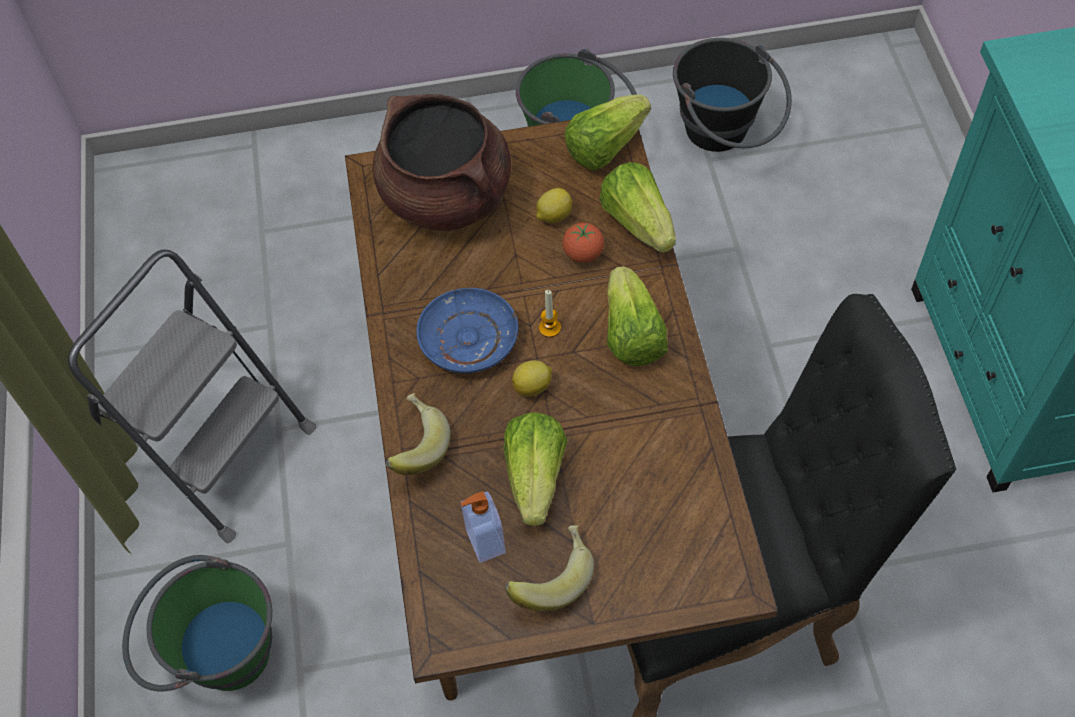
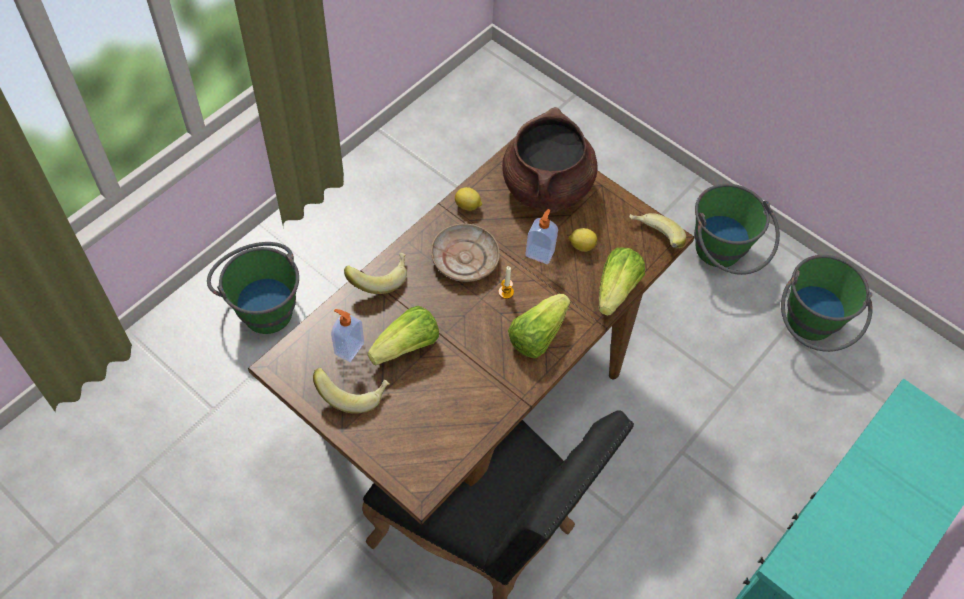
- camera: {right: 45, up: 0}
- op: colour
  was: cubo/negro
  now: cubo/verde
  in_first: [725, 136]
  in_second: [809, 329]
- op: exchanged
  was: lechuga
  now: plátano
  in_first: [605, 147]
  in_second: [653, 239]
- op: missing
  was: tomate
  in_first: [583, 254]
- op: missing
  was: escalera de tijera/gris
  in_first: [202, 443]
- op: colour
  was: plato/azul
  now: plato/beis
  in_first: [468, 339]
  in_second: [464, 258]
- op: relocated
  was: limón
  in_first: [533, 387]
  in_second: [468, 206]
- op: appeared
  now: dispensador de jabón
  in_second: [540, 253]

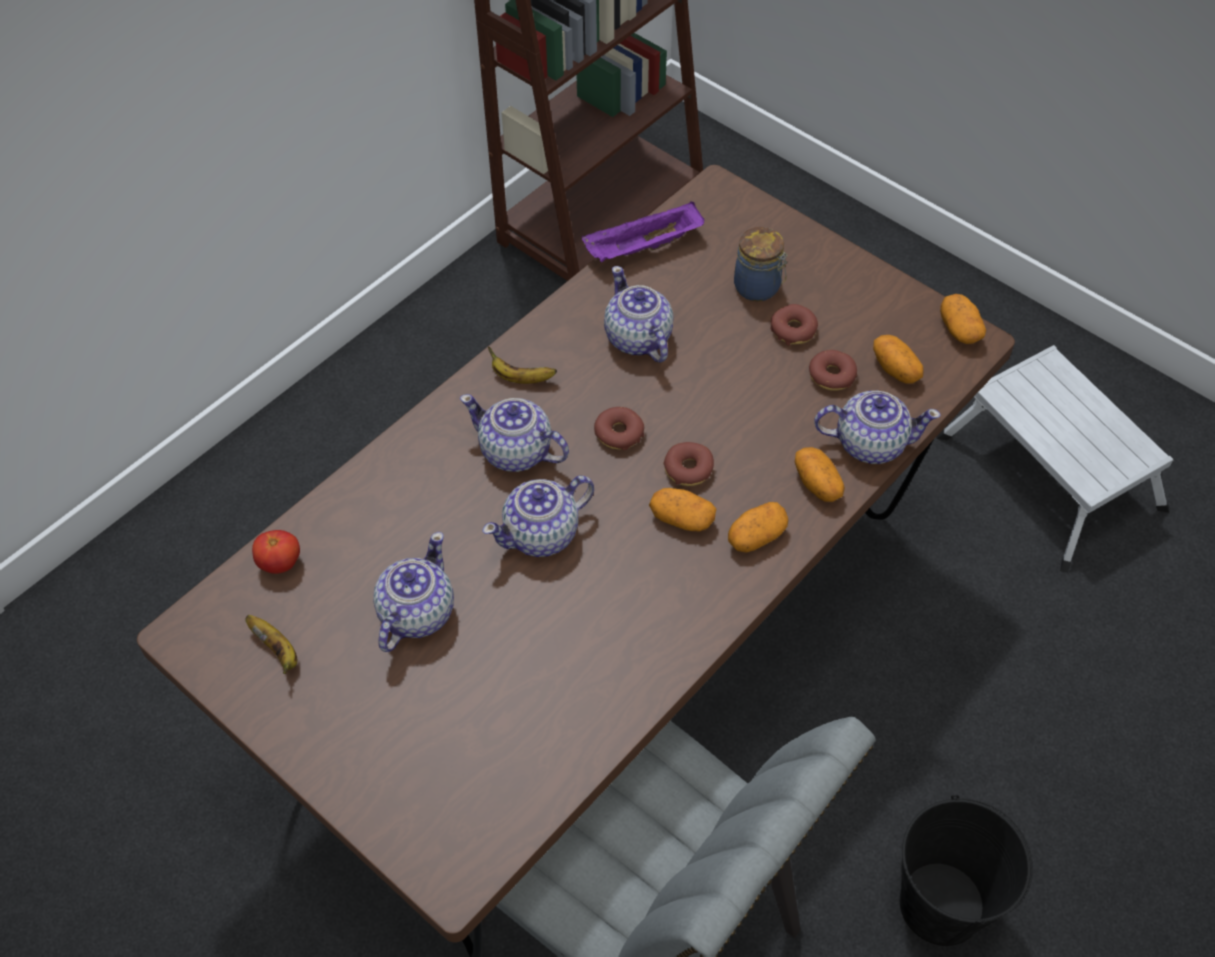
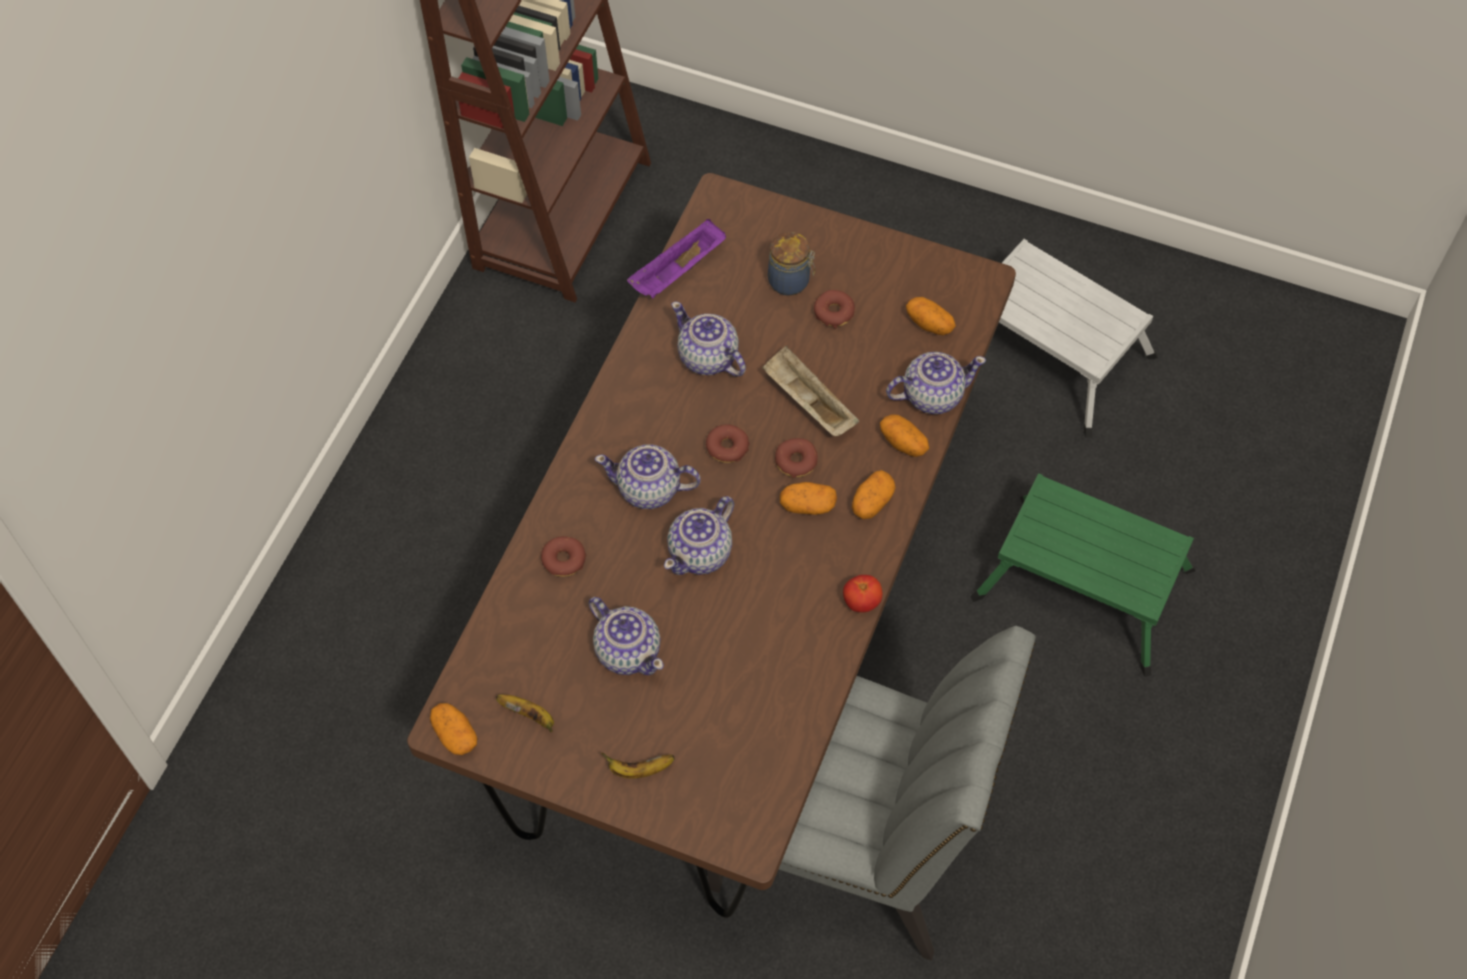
- camera: {right: -20, up: 5}
- op: relocated
  was: patata
  in_first: [959, 329]
  in_second: [455, 735]
- op: relocated
  was: plátano
  in_first: [521, 378]
  in_second: [639, 770]
- op: relocated
  was: rosquilla
  in_first: [831, 376]
  in_second: [563, 560]
- op: relocated
  was: tomate
  in_first: [280, 563]
  in_second: [861, 602]
- op: spun
  was: tetera
  in_first: [415, 613]
  in_second: [628, 650]
  clockwise: 135
- op: missing
  was: cubo/negro
  in_first: [940, 905]
- op: appeared
  now: bandeja/beis
  in_second: [807, 403]
- op: appeared
  now: escalera de tijera/verde
  in_second: [1084, 584]

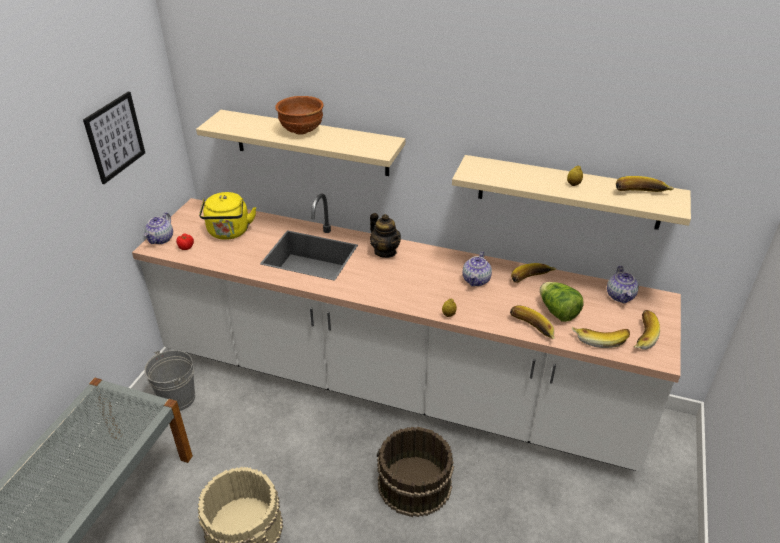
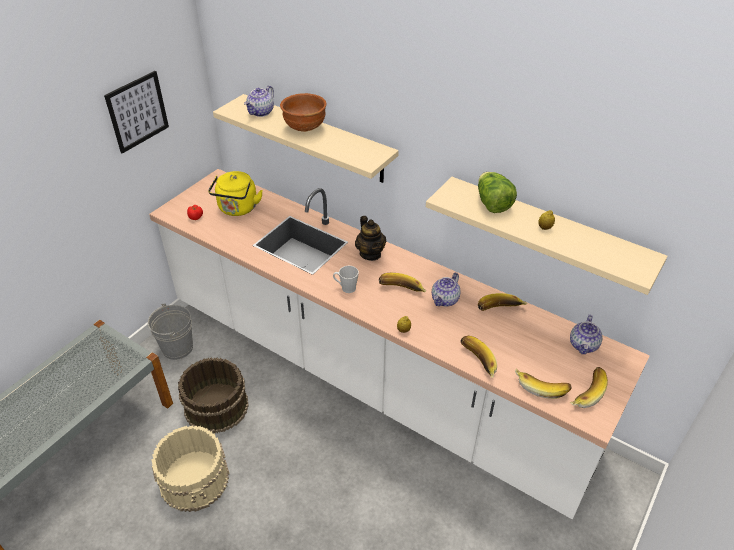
- camera: {right: 15, up: 5}
- op: relocated
  was: plátano
  in_first: [641, 195]
  in_second: [401, 290]
- op: relocated
  was: tetera
  in_first: [161, 239]
  in_second: [261, 112]
- op: relocated
  was: lechuga
  in_first: [557, 312]
  in_second: [492, 204]
- op: relocated
  was: cubo/marrón
  in_first: [414, 485]
  in_second: [215, 407]
- op: appeared
  now: taza grande/gris
  in_second: [346, 288]

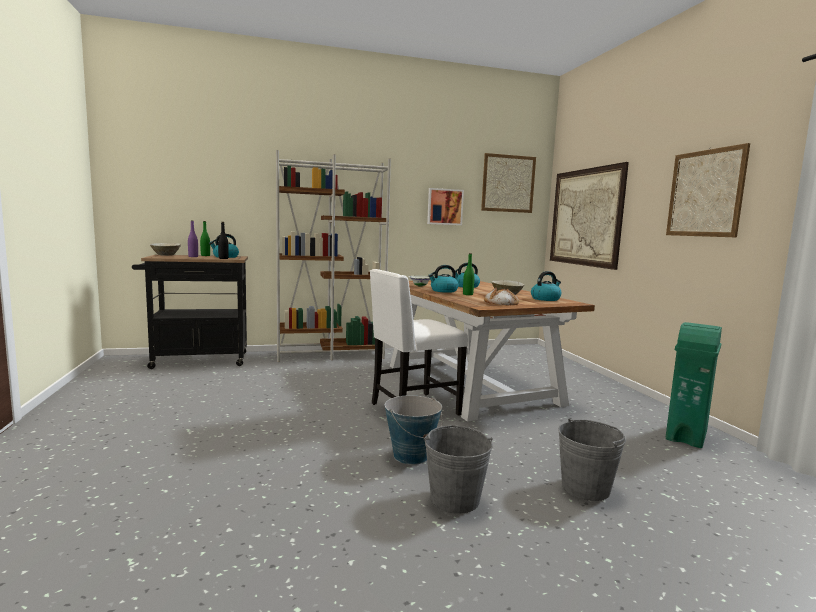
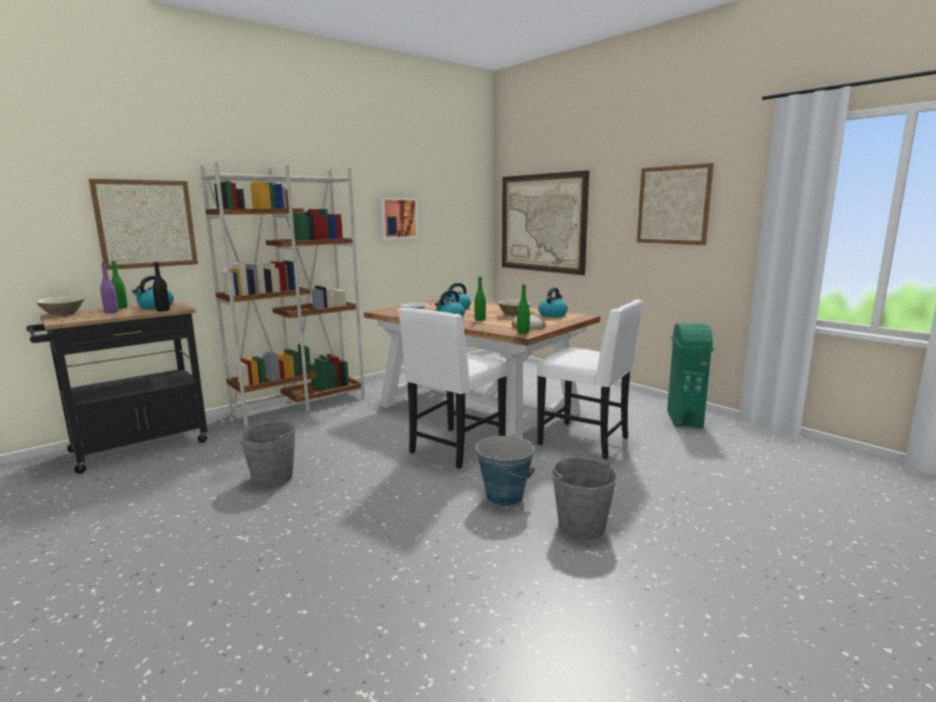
- camera: {right: -25, up: 5}
- op: relocated
  was: cuadro
  in_first: [508, 183]
  in_second: [146, 223]
- op: relocated
  was: cubo/gris
  in_first: [585, 488]
  in_second: [273, 478]
- op: appeared
  now: botella/verde
  in_second: [523, 332]
- op: appeared
  now: silla/blanco
  in_second: [586, 441]

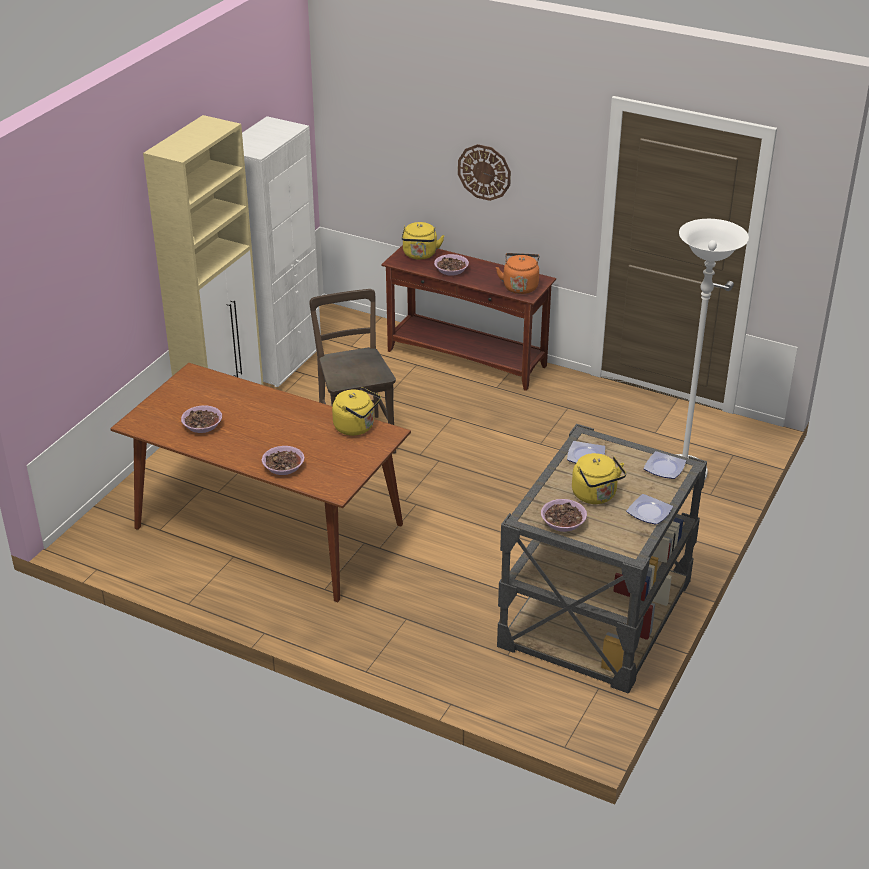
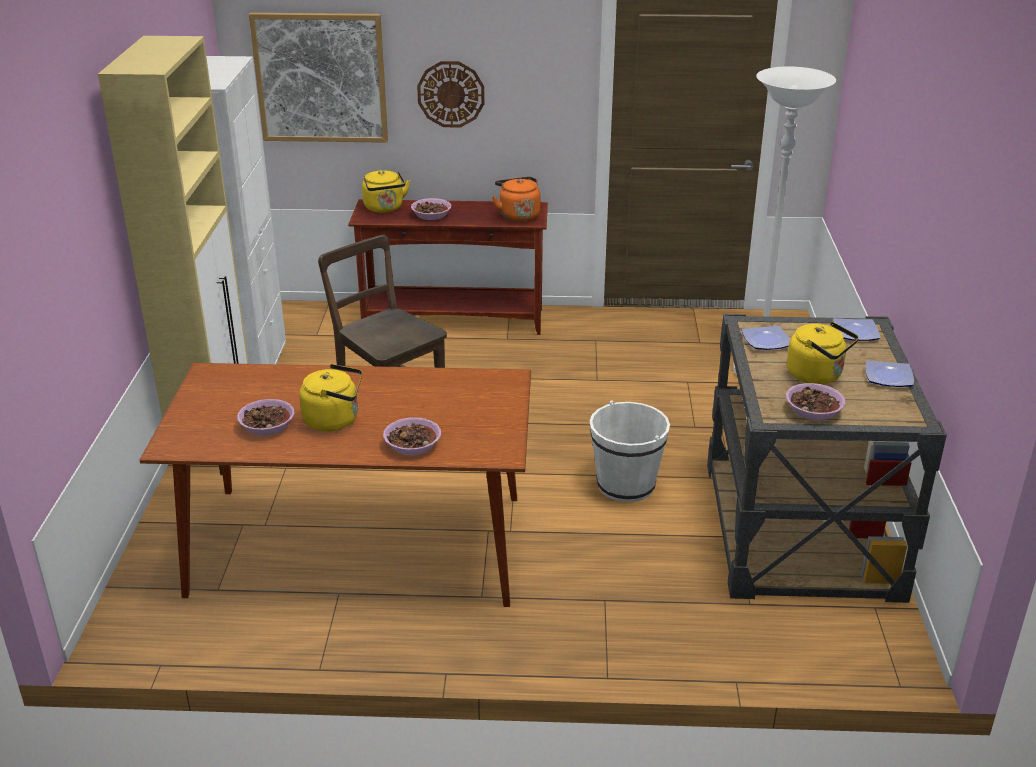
- camera: {right: -25, up: -5}
- op: relocated
  was: hervidor/amarillo
  in_first: [356, 427]
  in_second: [335, 420]
- op: appeared
  now: cuadro
  in_second: [321, 78]
- op: appeared
  now: cubo/blanco
  in_second: [626, 485]

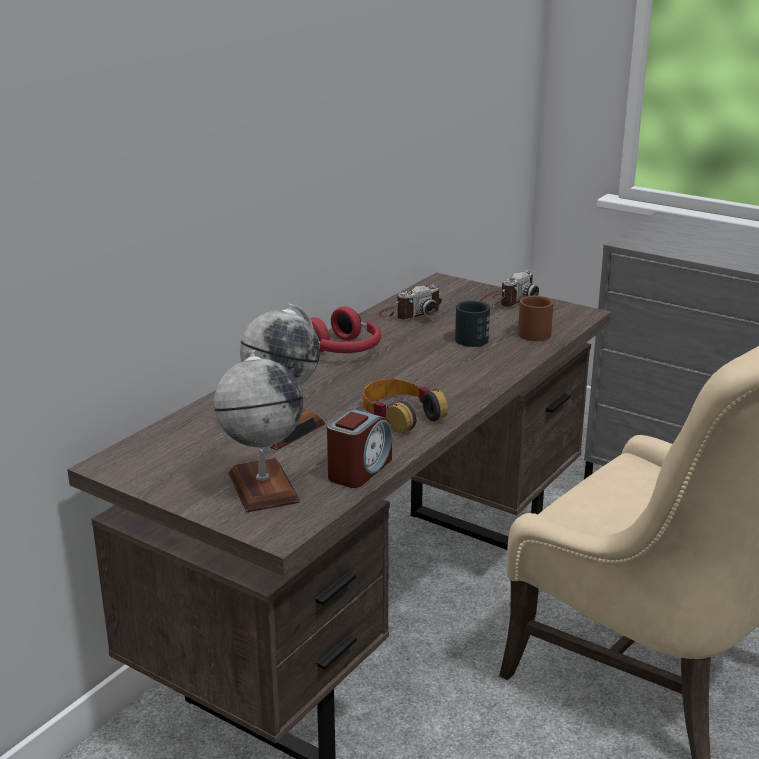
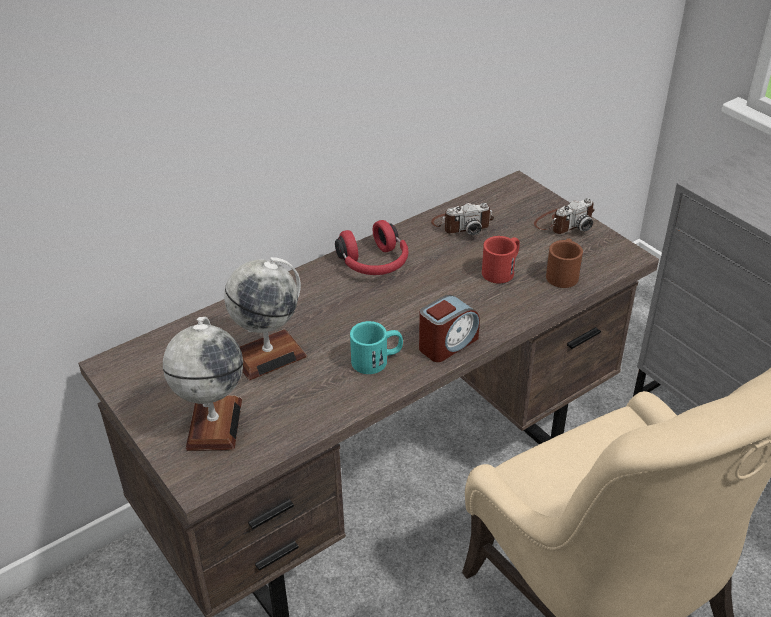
- camera: {right: 20, up: 15}
- op: colour
  was: taza grande/negro
  now: taza grande/rojo
  in_first: [474, 337]
  in_second: [502, 270]
- op: exchanged
  was: auriculares
  now: taza grande/turquesa
  in_first: [400, 414]
  in_second: [377, 360]
- op: relocated
  was: despertador
  in_first: [359, 470]
  in_second: [447, 344]

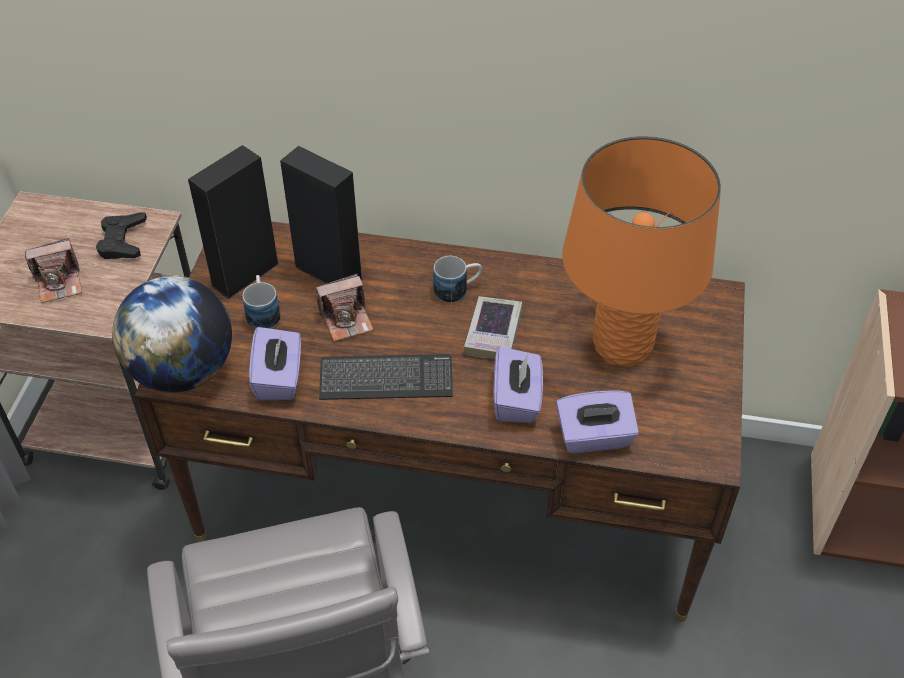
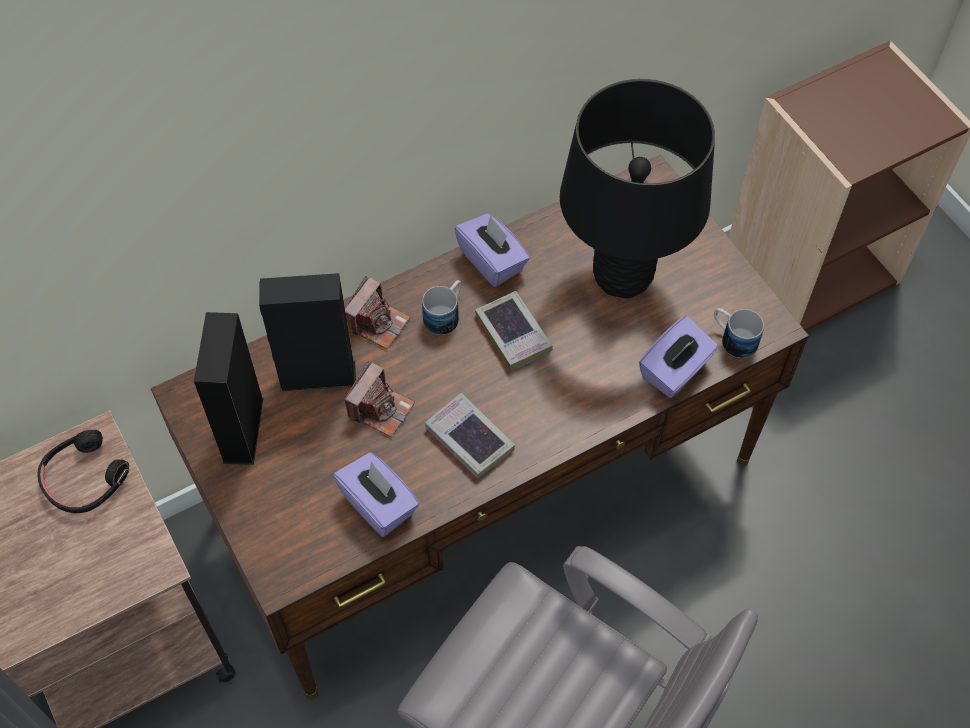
- camera: {right: -40, up: 10}
- op: colour
  was: lámpara de mesa/naranja
  now: lámpara de mesa/negro
  in_first: [621, 345]
  in_second: [622, 276]
- op: exchanged
  was: mando de consola/negro
  now: auriculares/negro
  in_first: [122, 241]
  in_second: [85, 479]
- op: relocated
  was: cámara
  in_first: [59, 283]
  in_second: [377, 323]
- op: relocated
  was: taza grande
  in_first: [263, 312]
  in_second: [732, 339]
- op: missing
  was: globo terráqueo
  in_first: [183, 370]
- op: relocated
  was: caja de pañuelos/morado
  in_first: [517, 400]
  in_second: [492, 261]
- op: exchanged
  was: teclado
  now: libro
  in_first: [386, 379]
  in_second: [469, 439]

